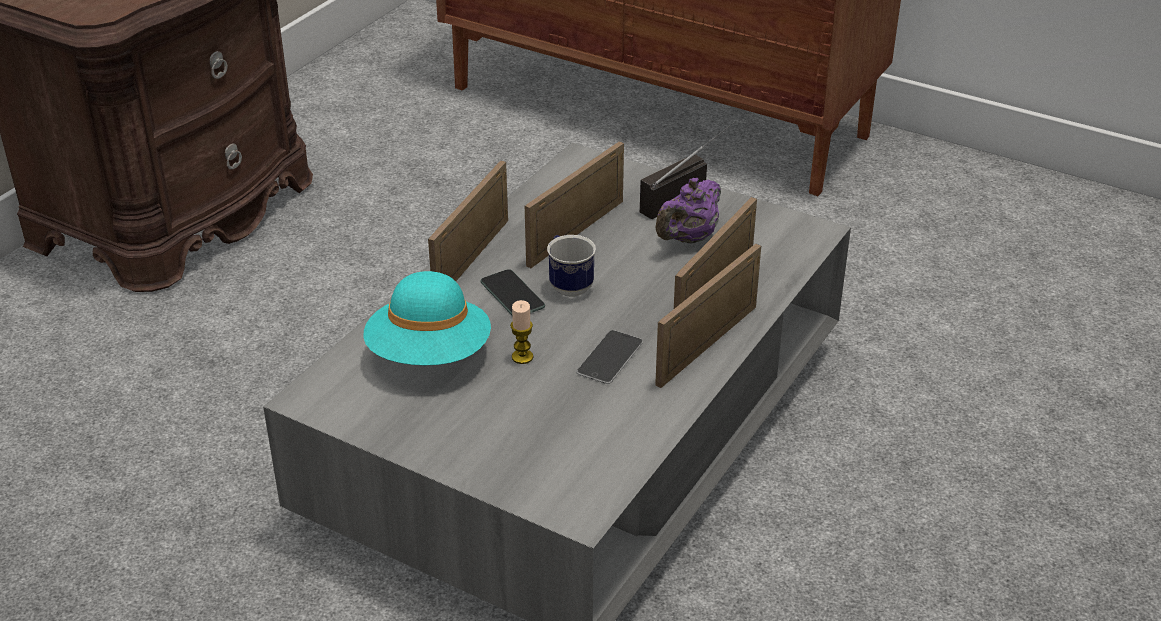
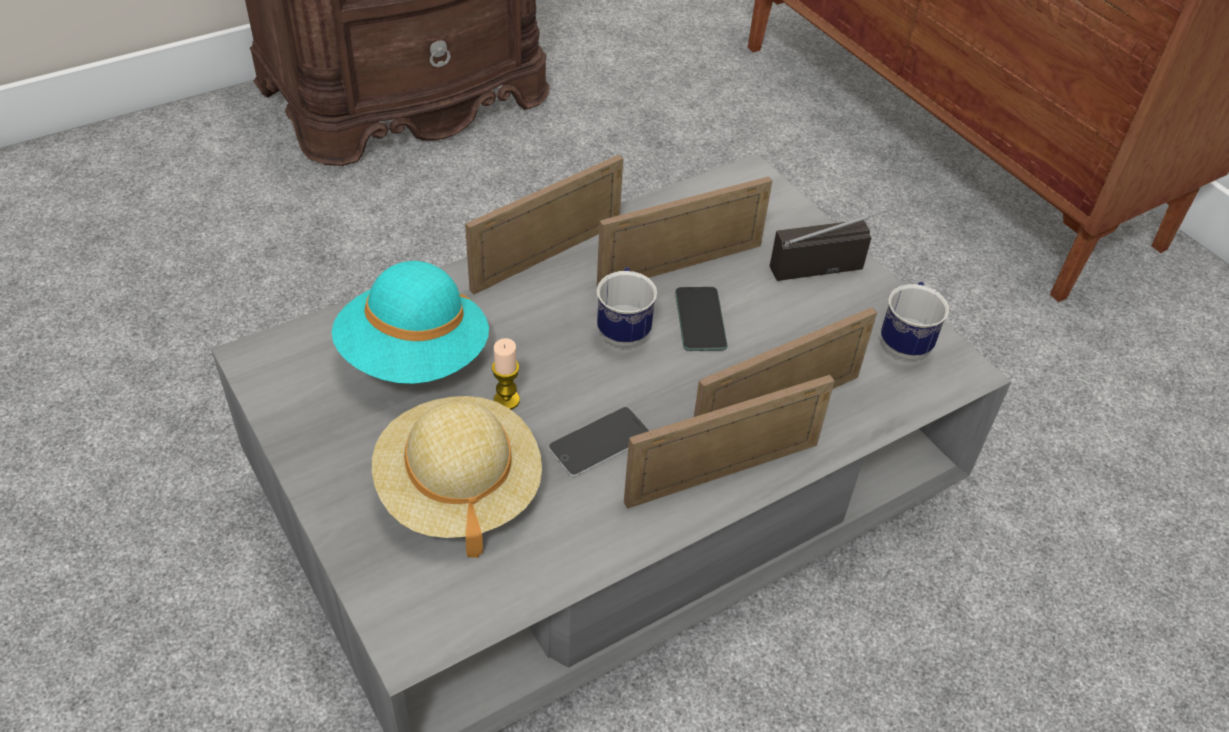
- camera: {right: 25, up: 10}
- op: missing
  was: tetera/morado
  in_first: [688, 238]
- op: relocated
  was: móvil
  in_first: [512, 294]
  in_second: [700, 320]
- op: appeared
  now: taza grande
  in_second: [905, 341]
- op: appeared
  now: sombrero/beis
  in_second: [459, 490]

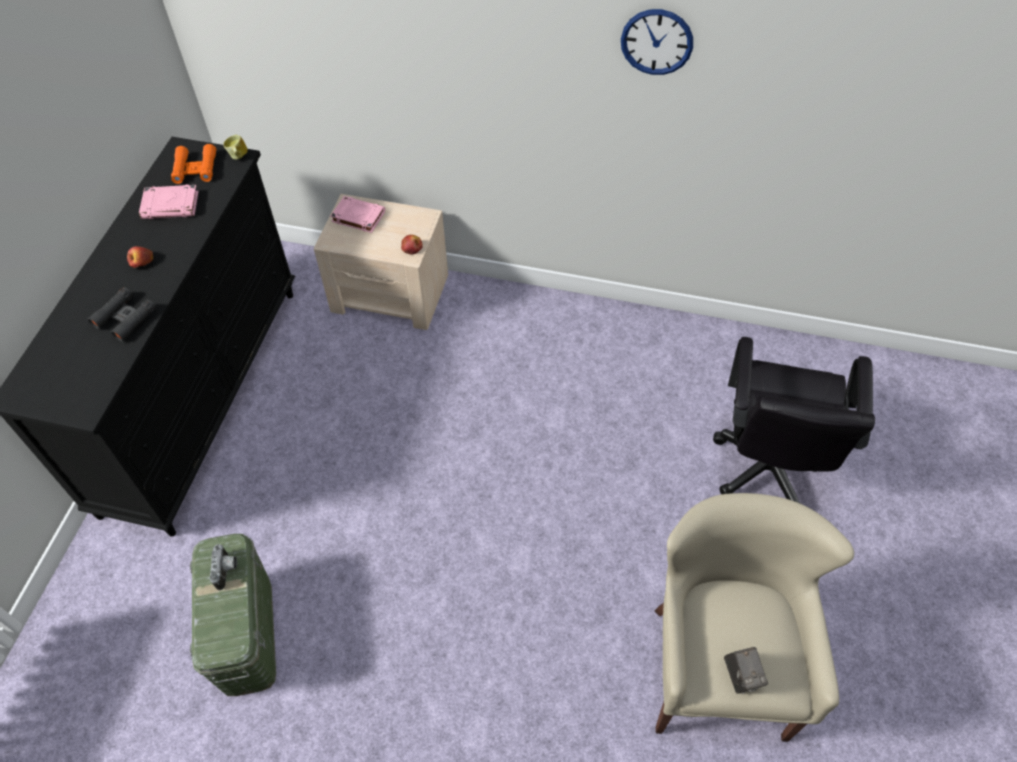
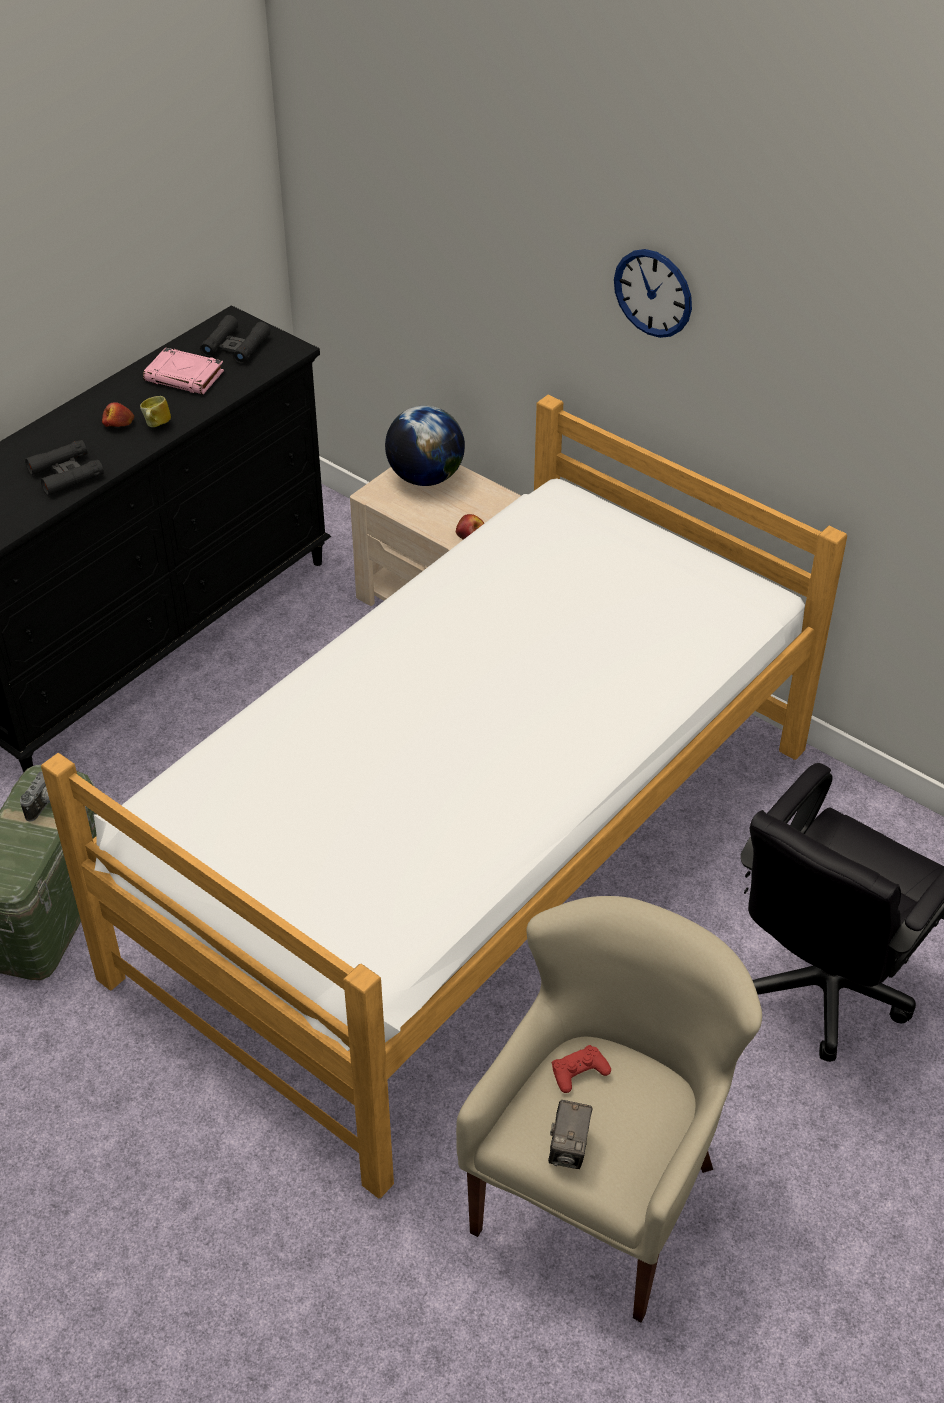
- camera: {right: 25, up: -10}
- op: relocated
  was: reloj de pared
  in_first: [656, 42]
  in_second: [653, 293]
- op: relocated
  was: taza grande
  in_first: [238, 157]
  in_second: [156, 425]
- op: colour
  was: prismáticos/naranja
  now: prismáticos/negro
  in_first: [195, 168]
  in_second: [235, 346]
- op: exchanged
  was: libro/rosa
  now: globo terráqueo
  in_first: [358, 217]
  in_second: [425, 477]
- op: appeared
  now: cama
  in_second: [474, 858]
- op: appeared
  now: mando de consola/rojo
  in_second: [579, 1072]

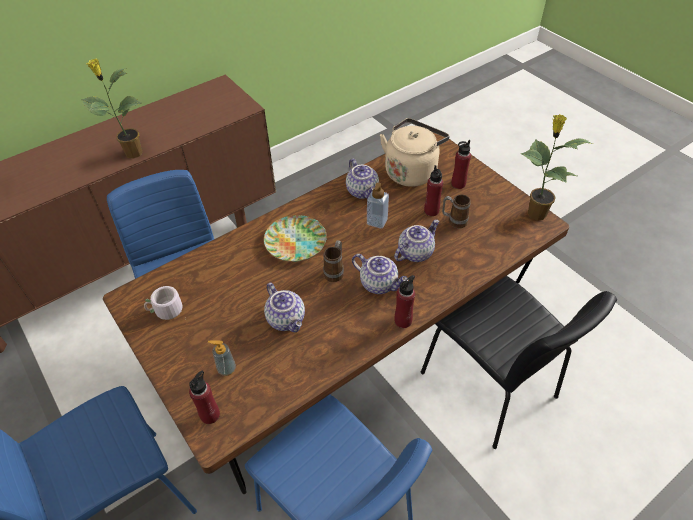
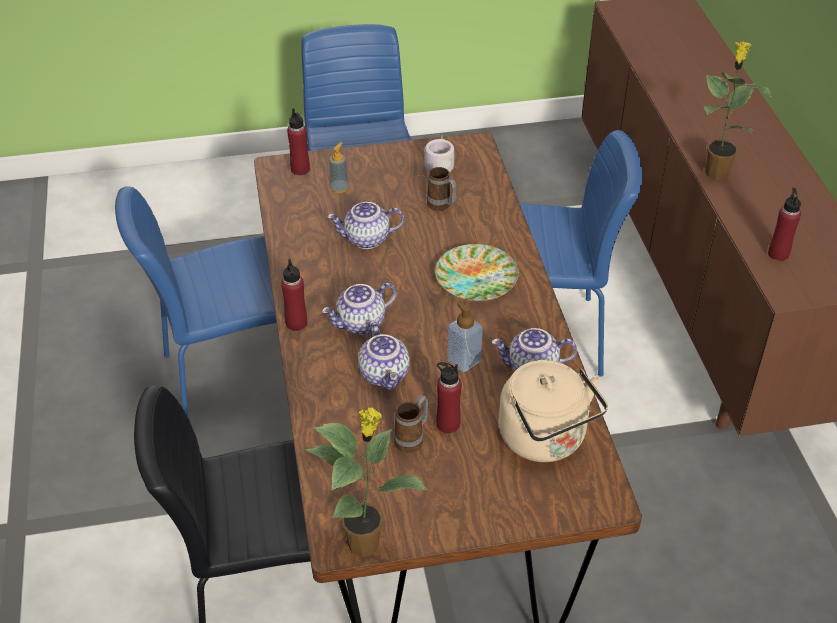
- camera: {right: 115, up: -5}
- op: relocated
  was: botella/rojo
  in_first: [458, 184]
  in_second: [778, 254]
- op: relocated
  was: taza grande
  in_first: [335, 271]
  in_second: [442, 206]

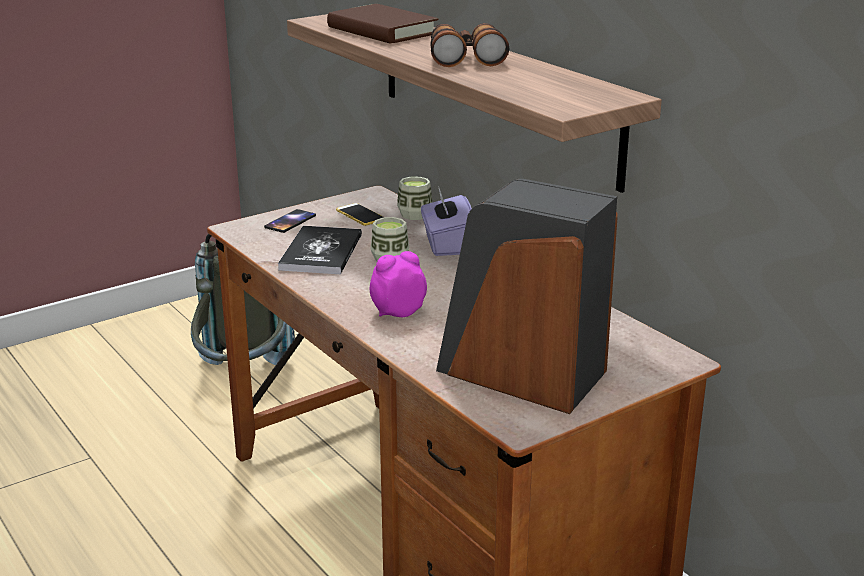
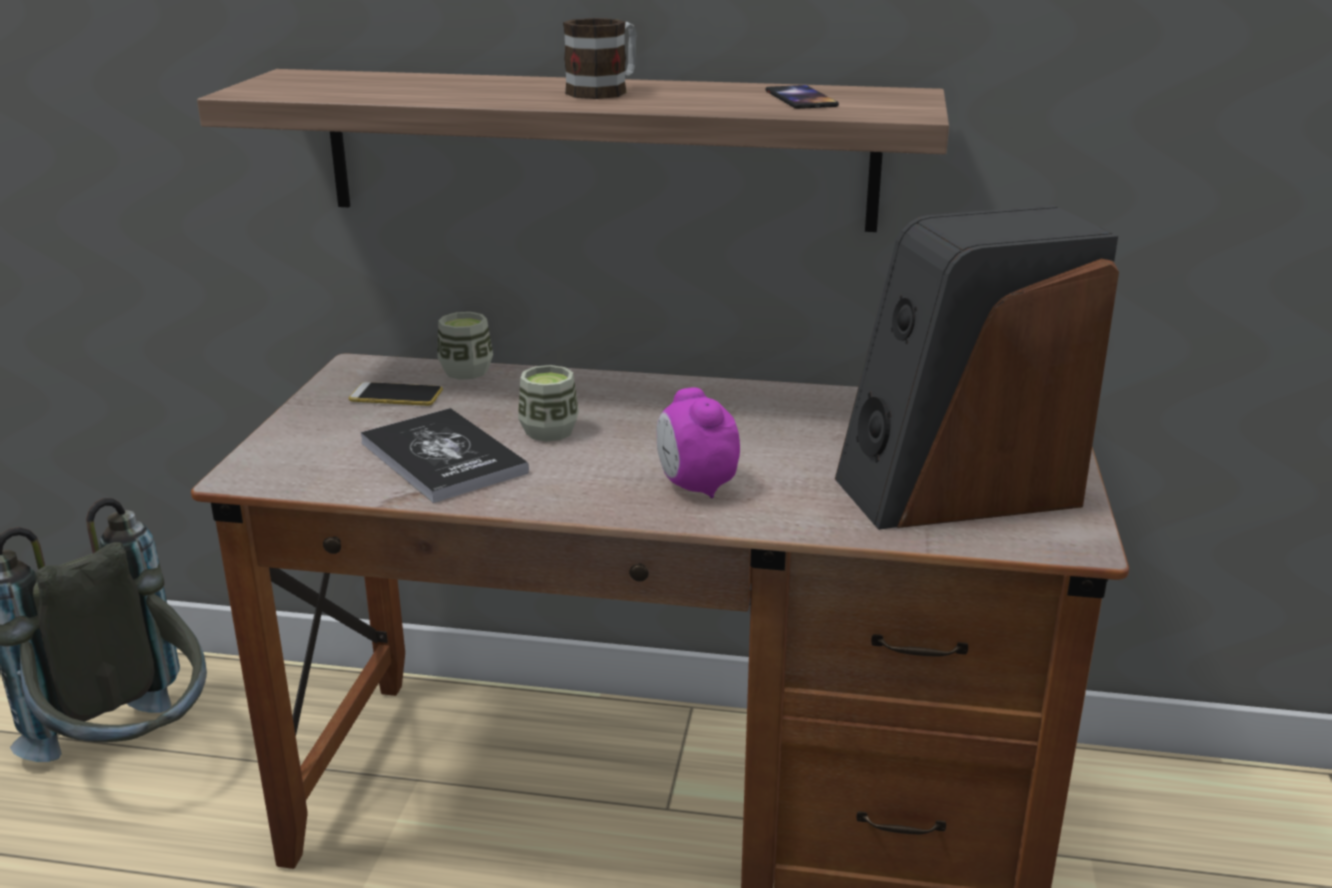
- camera: {right: -45, up: 0}
- op: missing
  was: libro/marrón
  in_first: [382, 31]
- op: exchanged
  was: prismáticos
  now: taza grande
  in_first: [465, 56]
  in_second: [605, 91]
- op: missing
  was: caja de pañuelos/morado
  in_first: [446, 244]
- op: relocated
  was: móvil
  in_first: [290, 221]
  in_second: [801, 98]
- op: spun
  was: despertador
  in_first: [398, 312]
  in_second: [695, 486]
  clockwise: -45

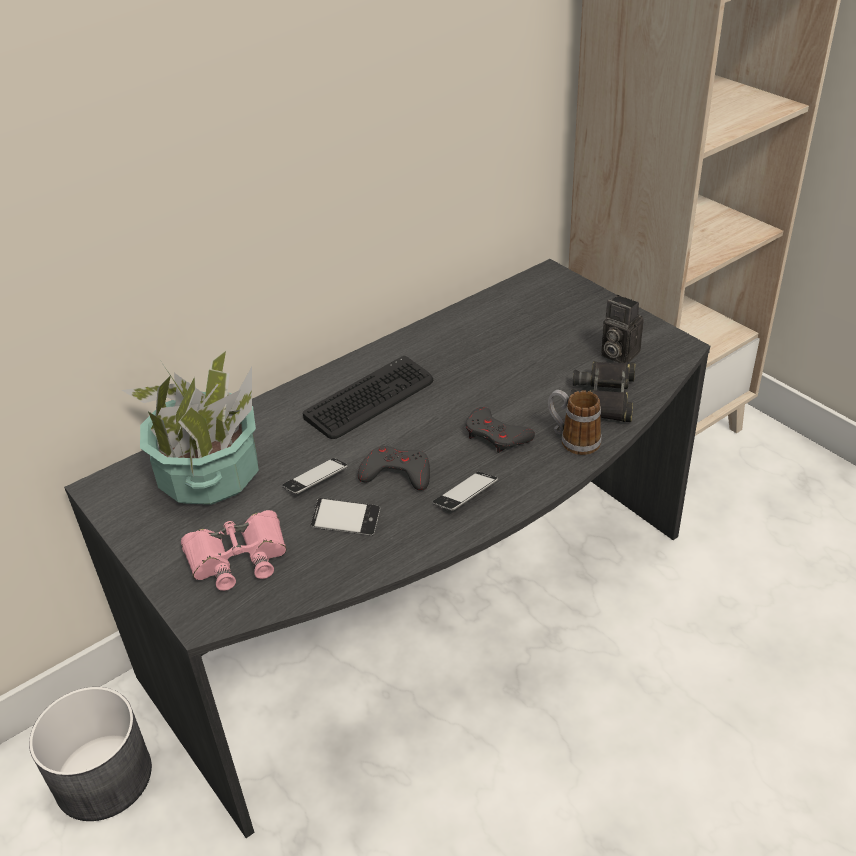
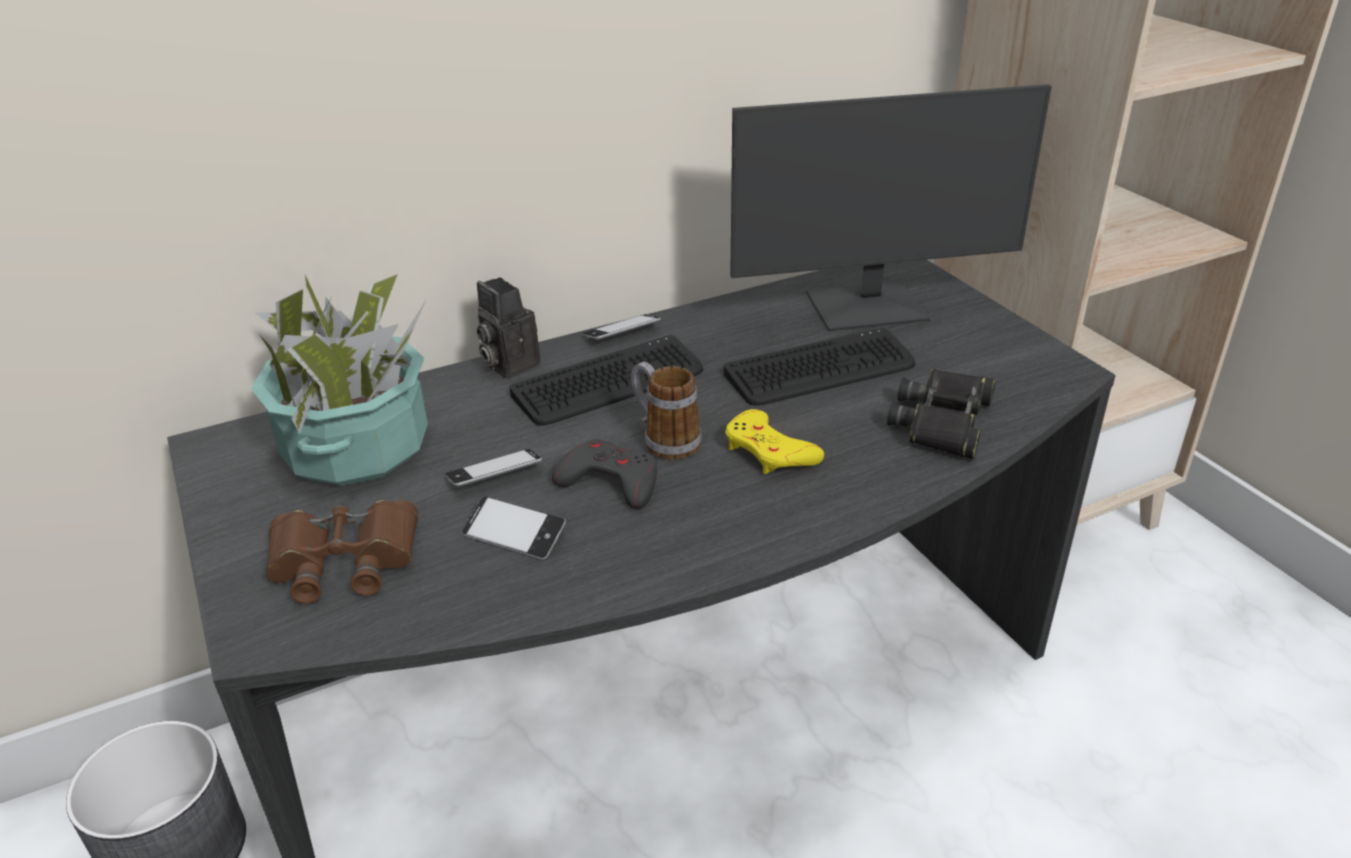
- camera: {right: 10, up: -5}
- op: relocated
  was: cámara
  in_first: [617, 354]
  in_second: [508, 364]
- op: relocated
  was: taza grande
  in_first: [573, 440]
  in_second: [664, 439]
- op: colour
  was: mando de consola/gris
  now: mando de consola/amarillo
  in_first: [496, 435]
  in_second: [769, 451]
- op: relocated
  was: móvil
  in_first: [465, 495]
  in_second: [621, 333]
- op: colour
  was: prismáticos/rosa
  now: prismáticos/marrón
  in_first: [238, 557]
  in_second: [344, 561]
- op: appeared
  now: monitor
  in_second: [868, 308]
- op: appeared
  now: teclado
  in_second: [820, 370]

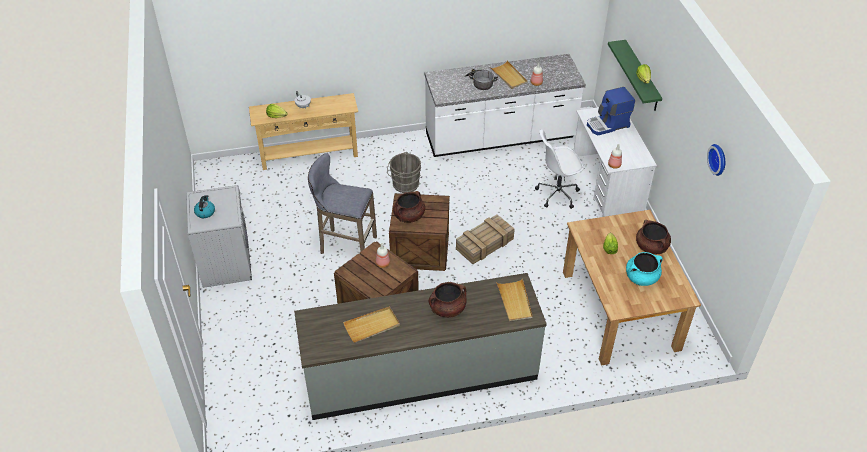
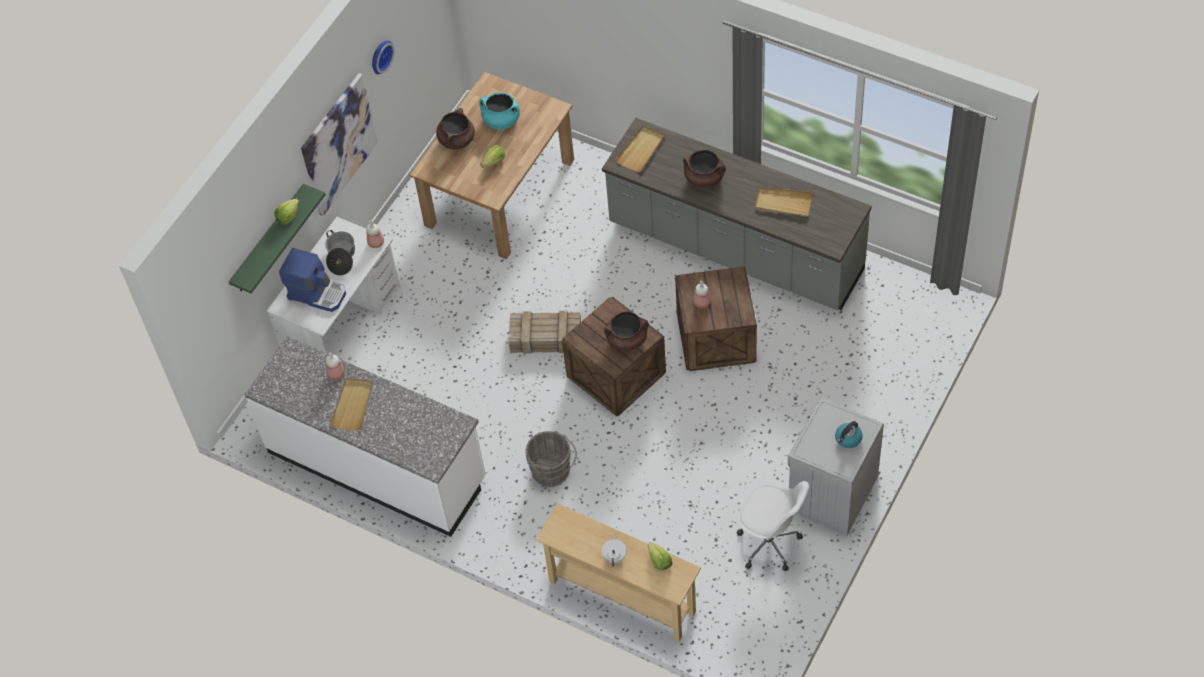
- camera: {right: -135, up: 10}
- op: relocated
  was: olla
  in_first: [479, 83]
  in_second: [341, 257]
- op: relocated
  was: silla de oficina/blanco
  in_first: [556, 194]
  in_second: [770, 545]
- op: missing
  was: taburete/gris
  in_first: [345, 245]
- op: appeared
  now: cuadro
  in_second: [338, 144]

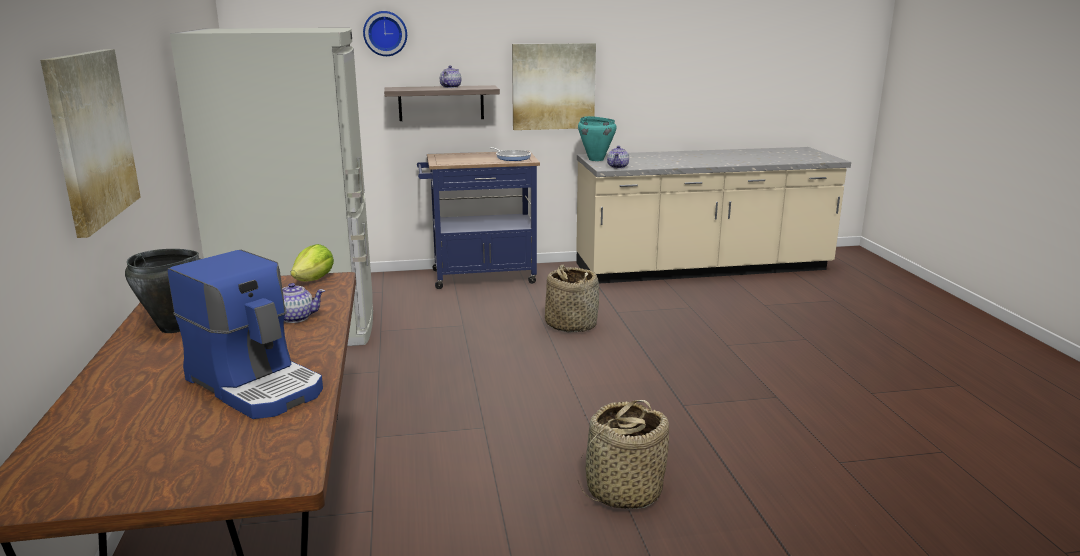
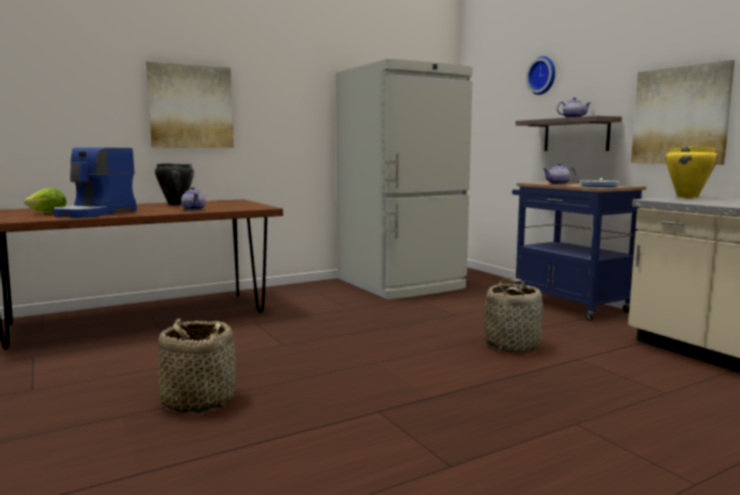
- camera: {right: 70, up: -10}
- op: colour
  was: olla/turquesa
  now: olla/amarillo
  in_first: [596, 159]
  in_second: [687, 197]
- op: relocated
  was: tetera
  in_first: [618, 167]
  in_second: [558, 184]
- op: relocated
  was: lechuga
  in_first: [314, 280]
  in_second: [48, 213]

